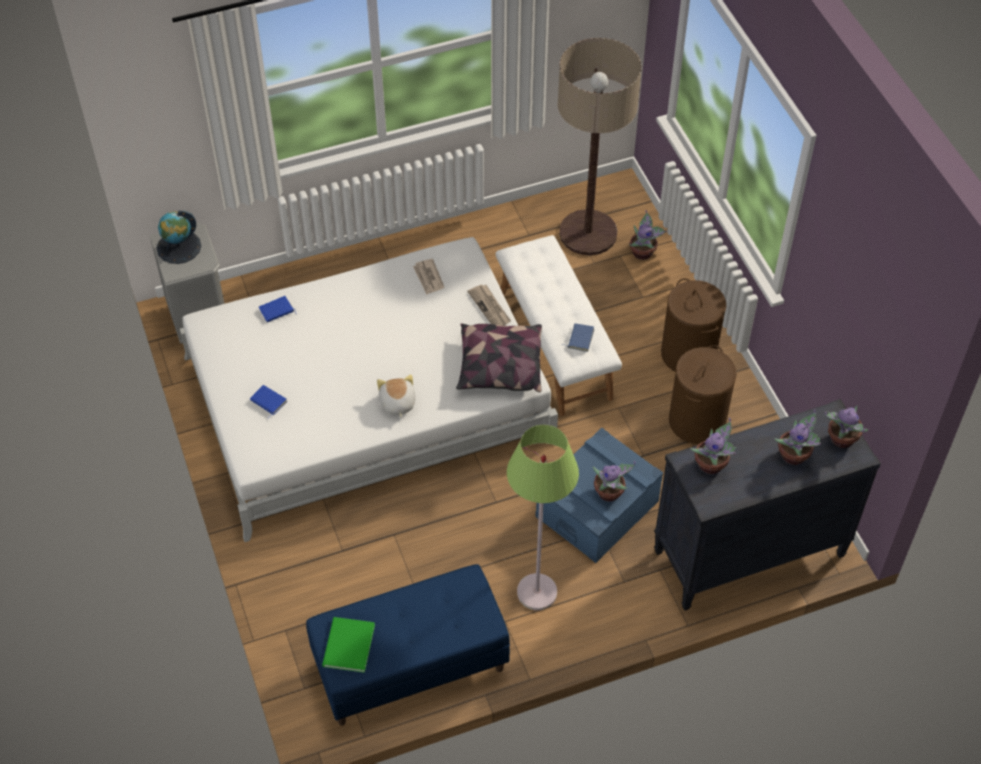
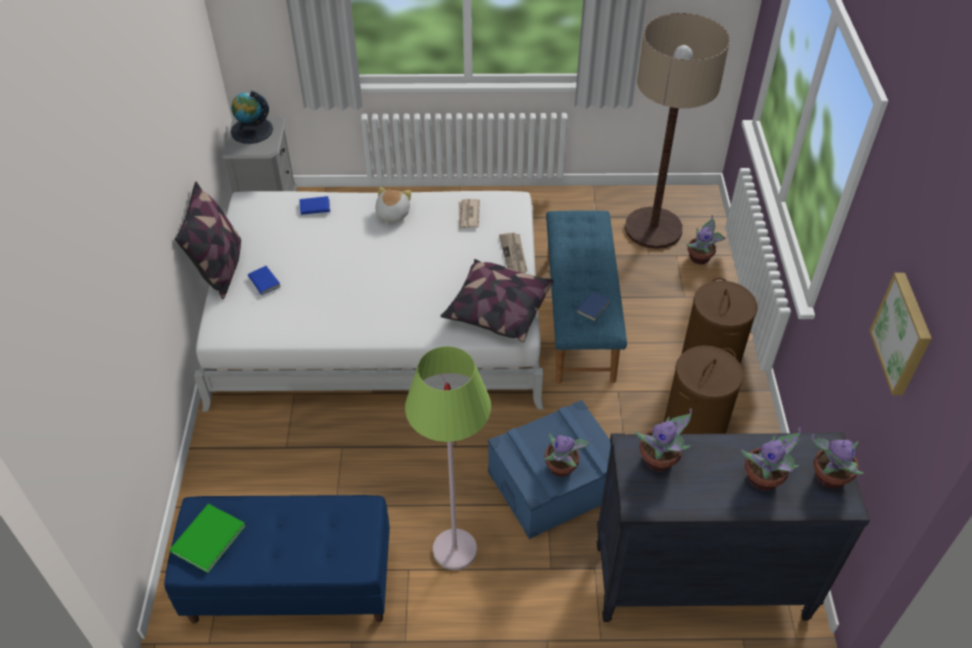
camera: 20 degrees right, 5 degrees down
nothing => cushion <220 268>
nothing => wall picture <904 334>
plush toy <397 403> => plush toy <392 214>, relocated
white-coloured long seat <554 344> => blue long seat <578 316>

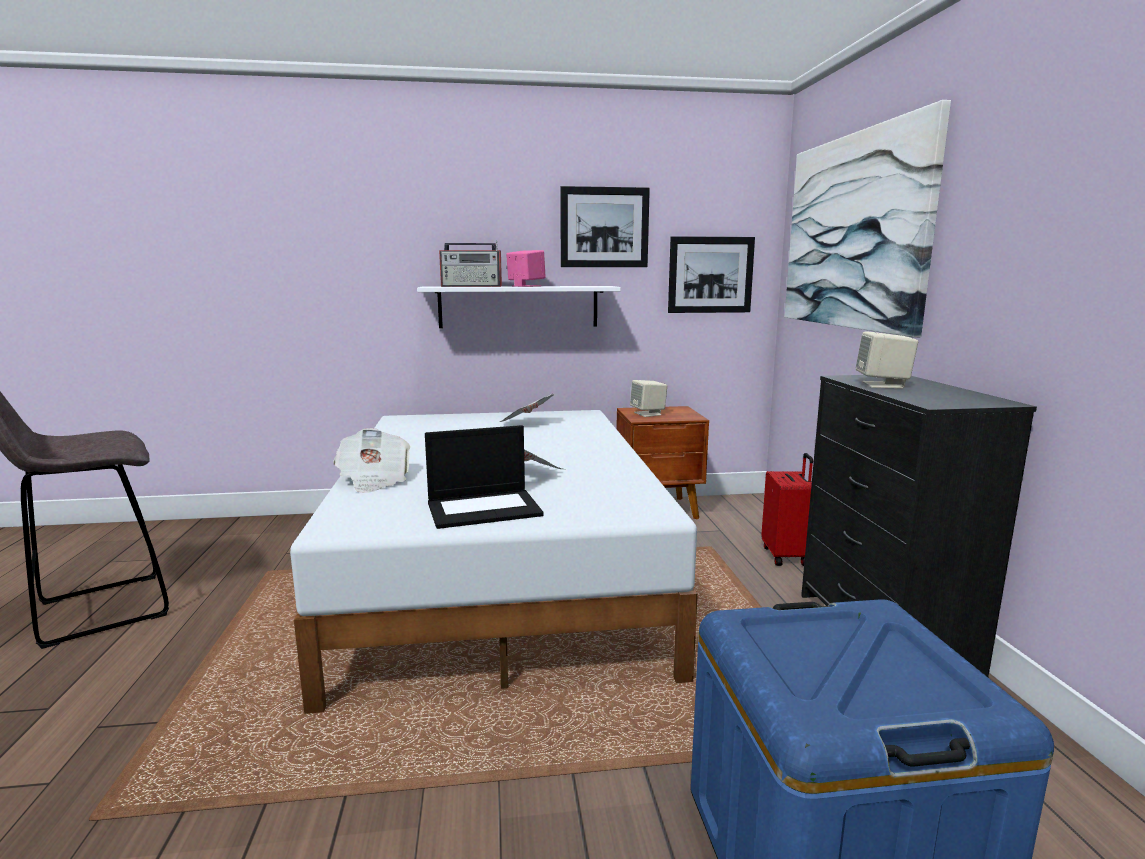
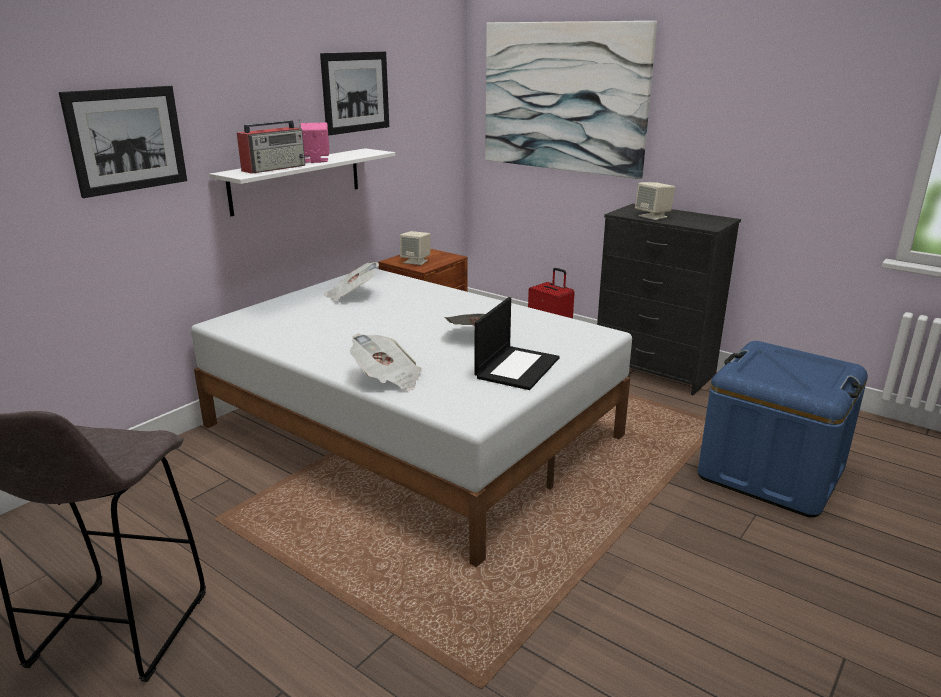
camera: 45 degrees left, 10 degrees up
wall picture <710 275> => wall picture <127 140>, relocated

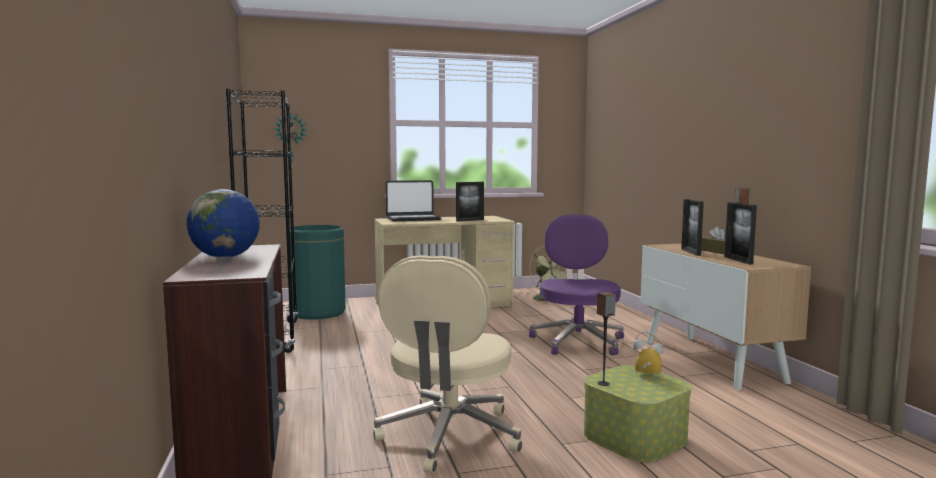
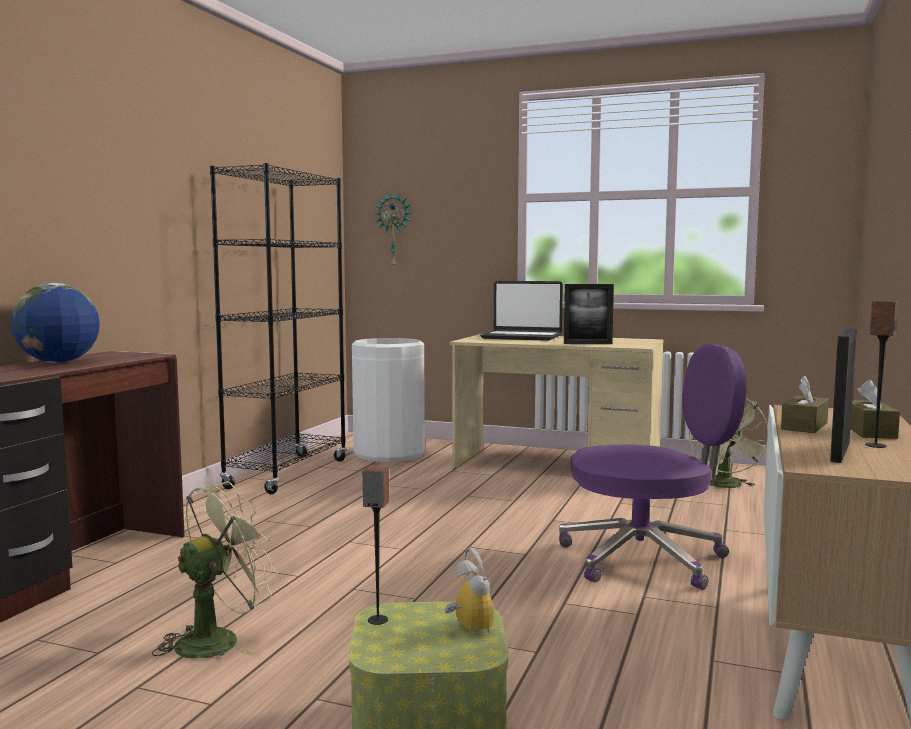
camera: 35 degrees right, 0 degrees up
beige desk chair <449 436> => green electric fan <218 639>
picture frame <690 252> => brown box of tissues <804 426>
green waste bin <318 313> => white-coloured waste bin <389 453>
purple-coloured desk chair <577 341> => purple-coloured desk chair <646 558>, 45 degrees clockwise

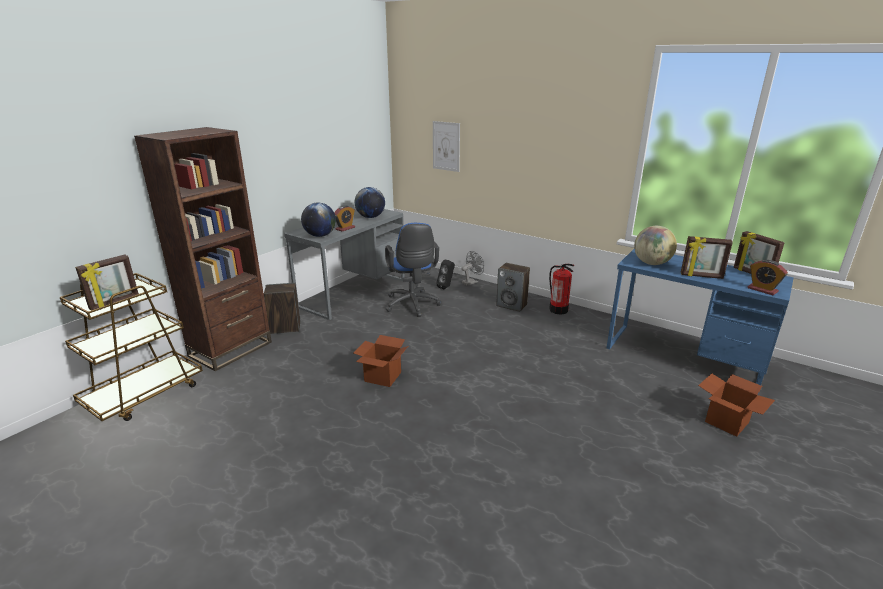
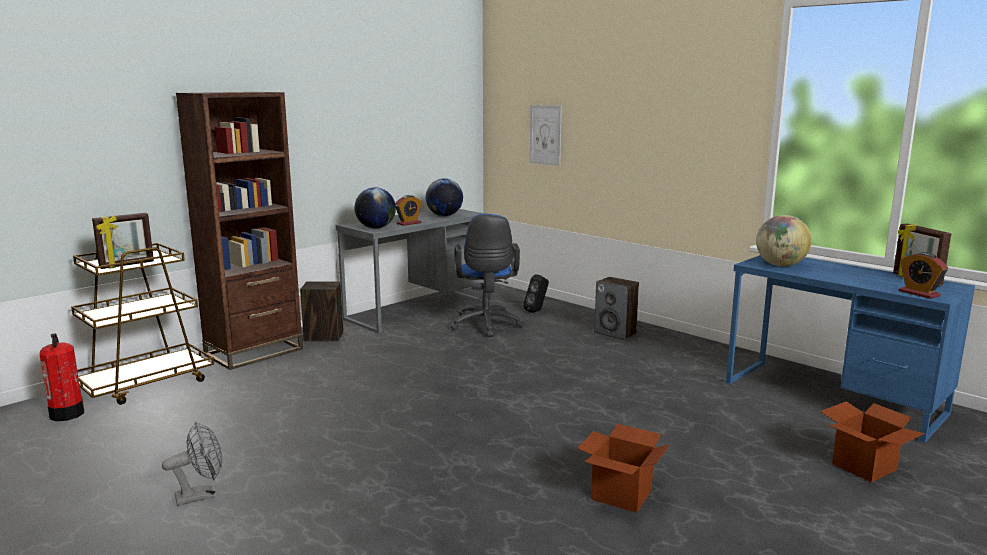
camera: 10 degrees right, 10 degrees down
picture frame <701 276> => nothing
cardboard box <383 377> => cardboard box <621 495>, relocated
grey electric fan <471 282> => grey electric fan <201 495>, relocated
fire-fighting cylinder <558 310> => fire-fighting cylinder <67 414>, relocated

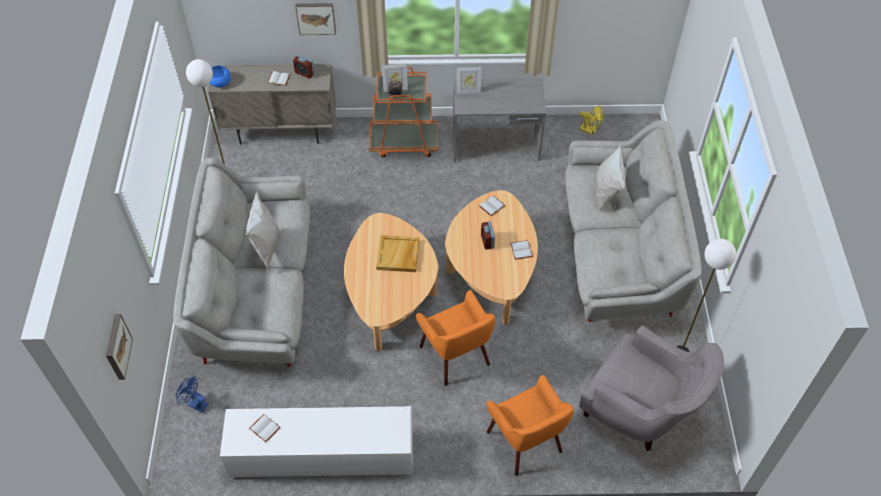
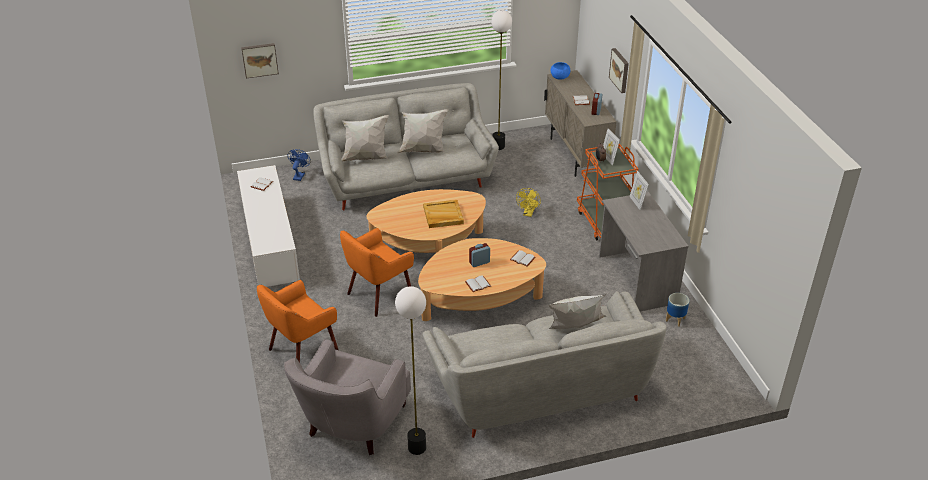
camera: 75 degrees right, 15 degrees down
nothing => white-coloured cushion <365 158>
nothing => flower pot <675 319>
yellowish electric fan <590 131> => yellowish electric fan <528 213>, relocated

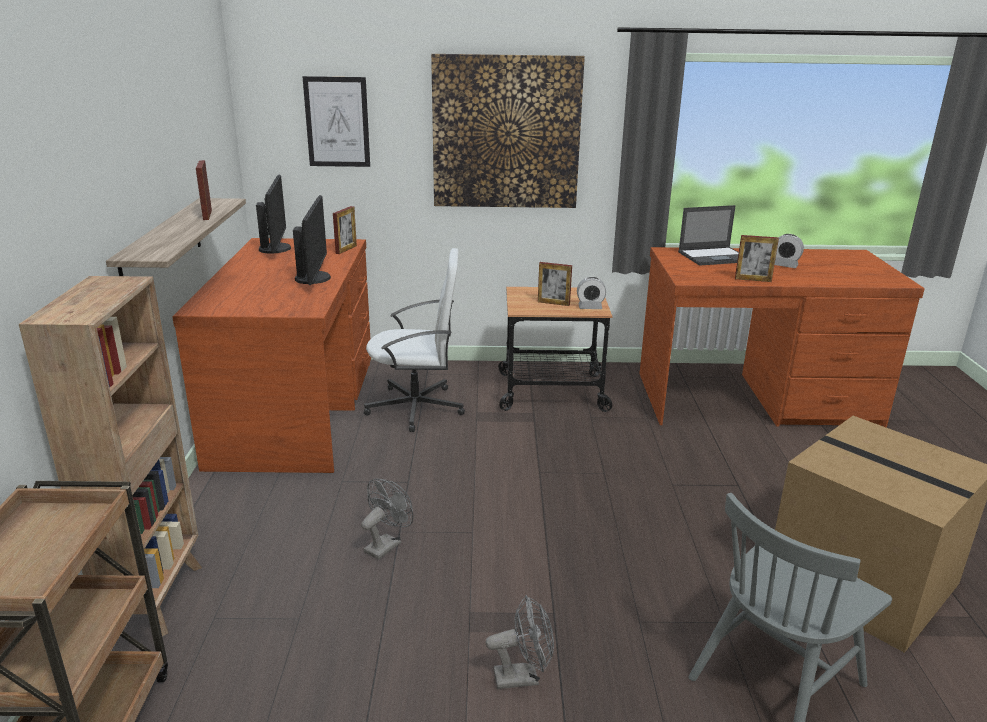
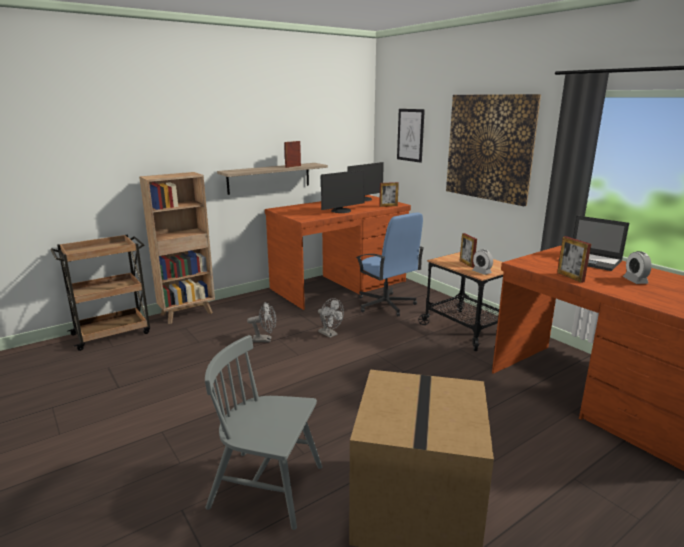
camera: 55 degrees right, 5 degrees down
grey electric fan <523 677> => grey electric fan <330 334>, relocated
white-coloured desk chair <417 408> => blue desk chair <385 305>

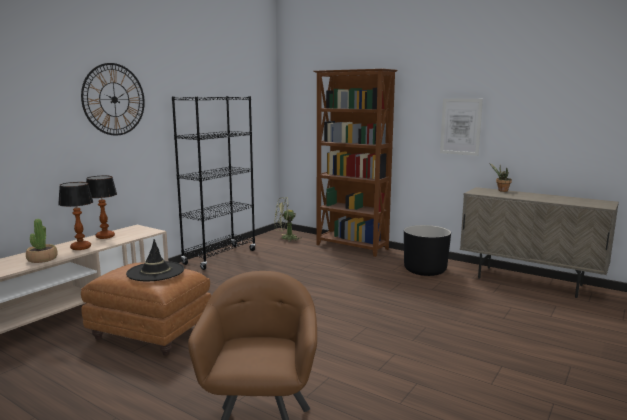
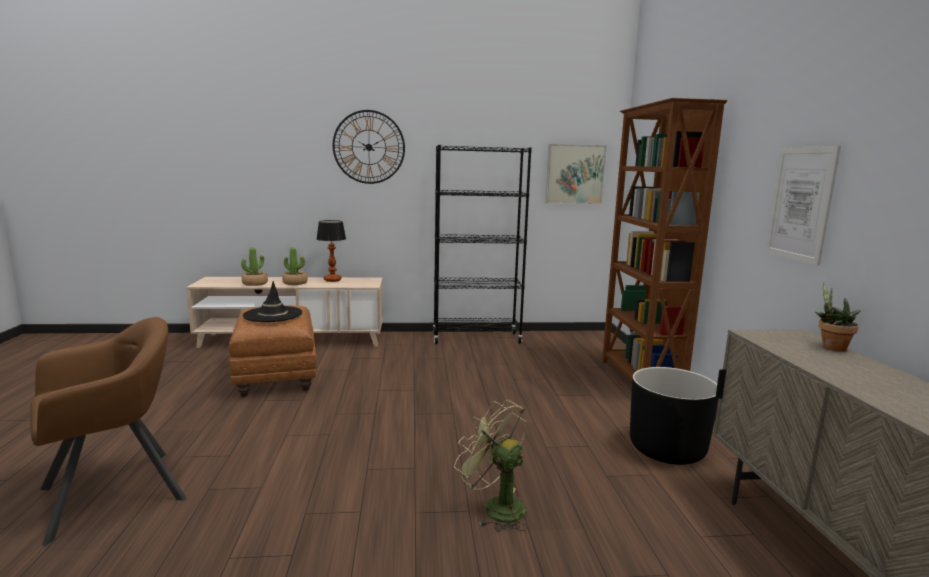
camera: 50 degrees right, 0 degrees up
nothing => wall picture <575 174>
green electric fan <285 238> => green electric fan <495 506>, relocated
tabletop lamp <81 247> => potted plant <295 283>

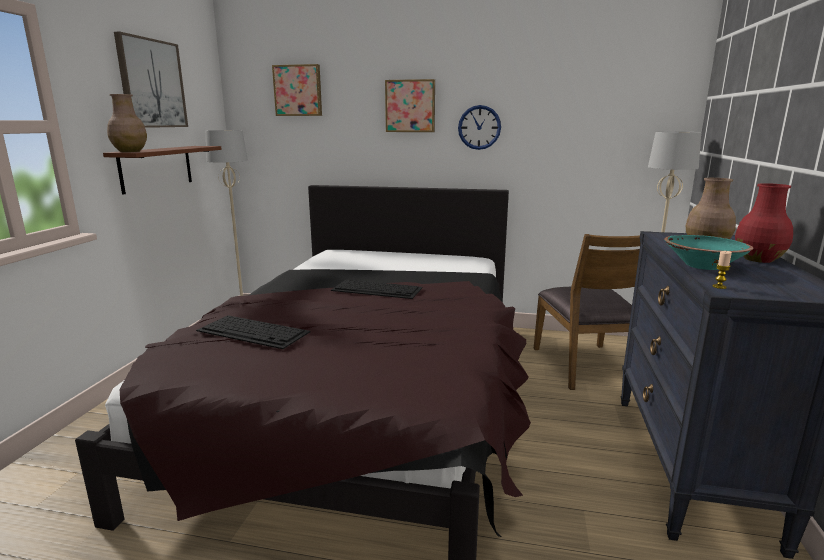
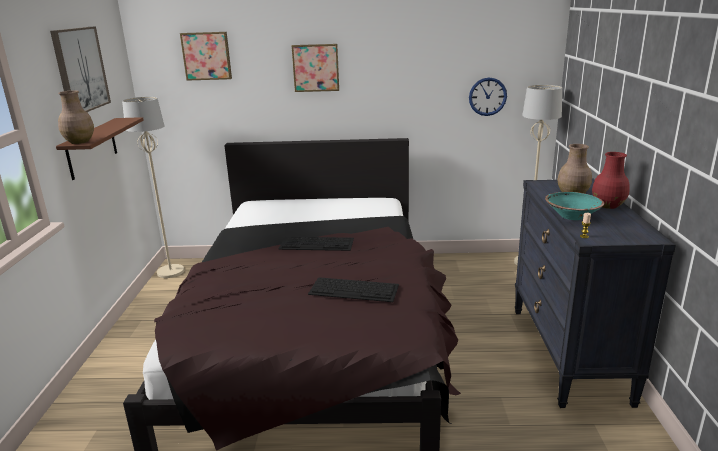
camera: 10 degrees left, 5 degrees up
brown upright chair <584 366> => nothing
computer keyboard <254 331> => computer keyboard <355 289>, relocated
wall clock <479 127> => wall clock <487 96>, relocated

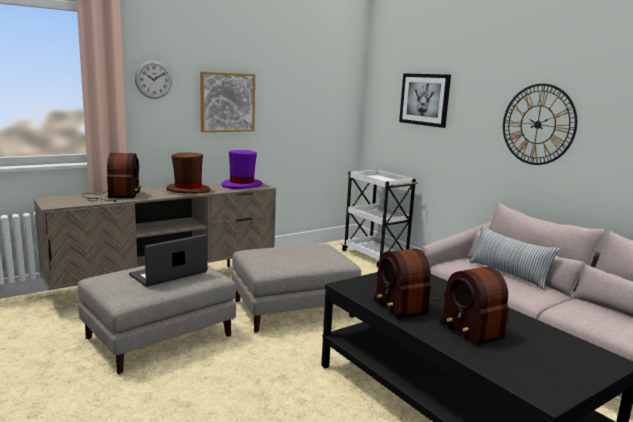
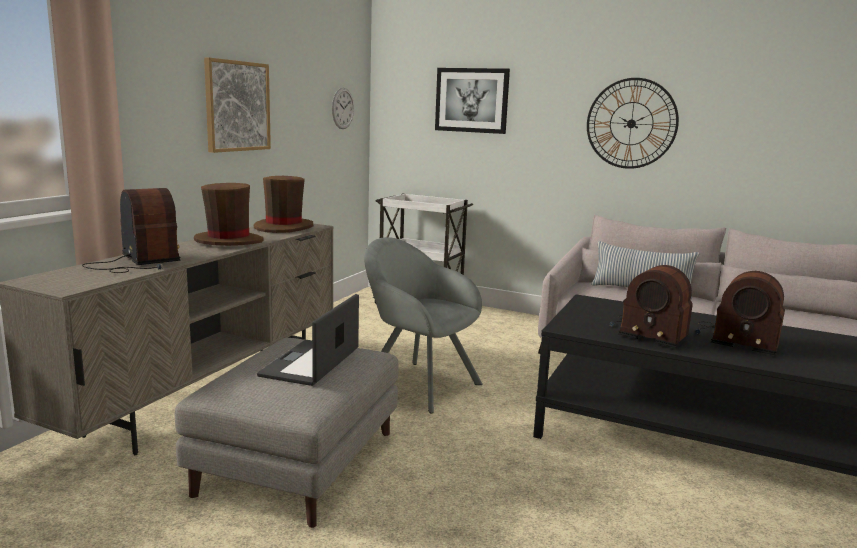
camera: 30 degrees left, 0 degrees up
wall clock <153 79> => wall clock <342 108>, relocated
grey pouffe <294 309> => grey armchair <416 383>
purple-coloured hat <242 185> => brown hat <284 227>

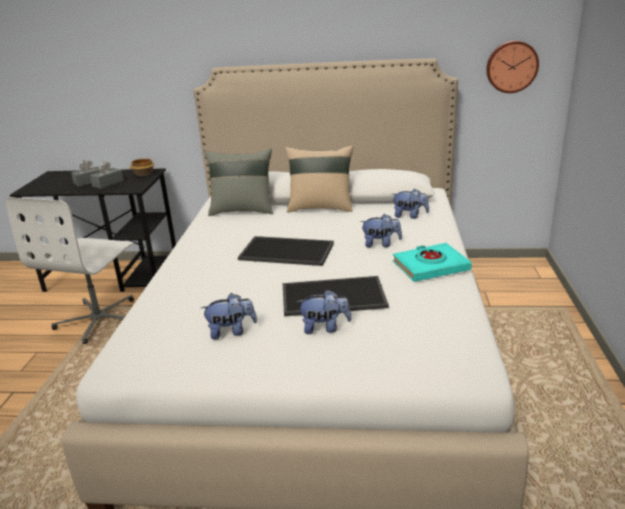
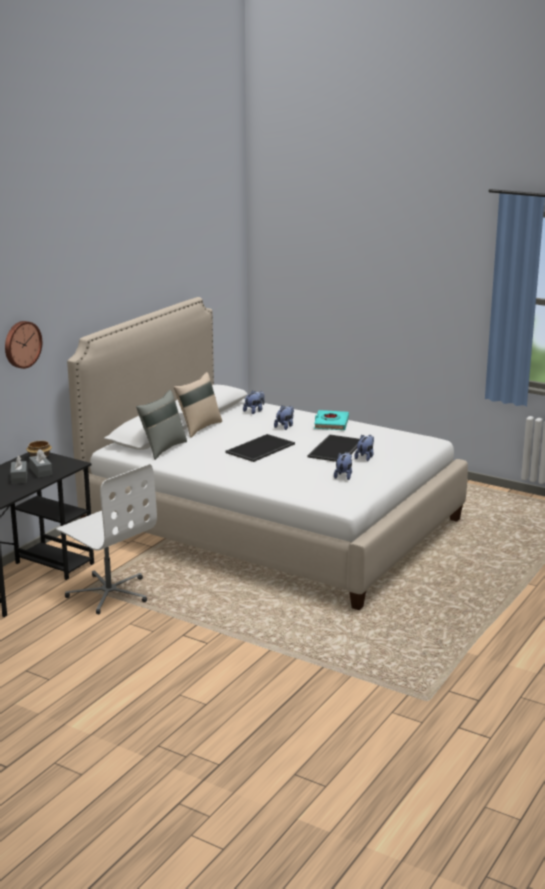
camera: 65 degrees left, 5 degrees down
wall clock <511 66> => wall clock <21 344>, relocated

